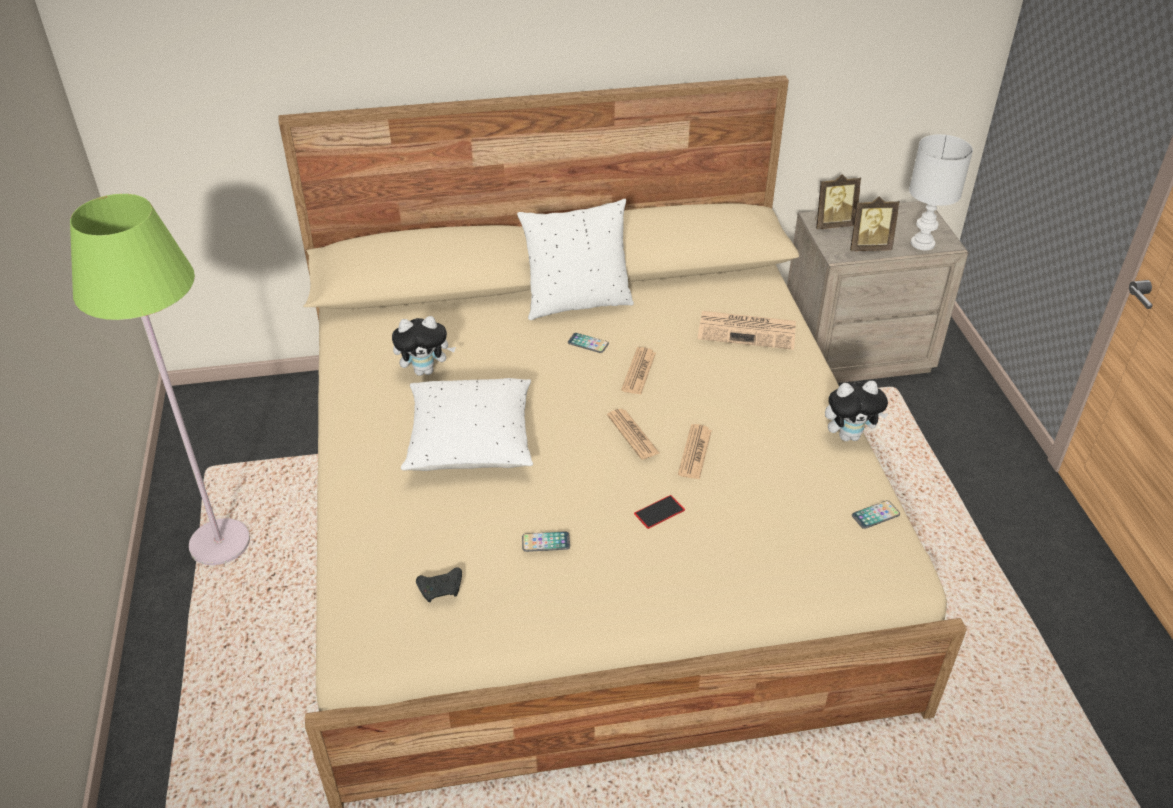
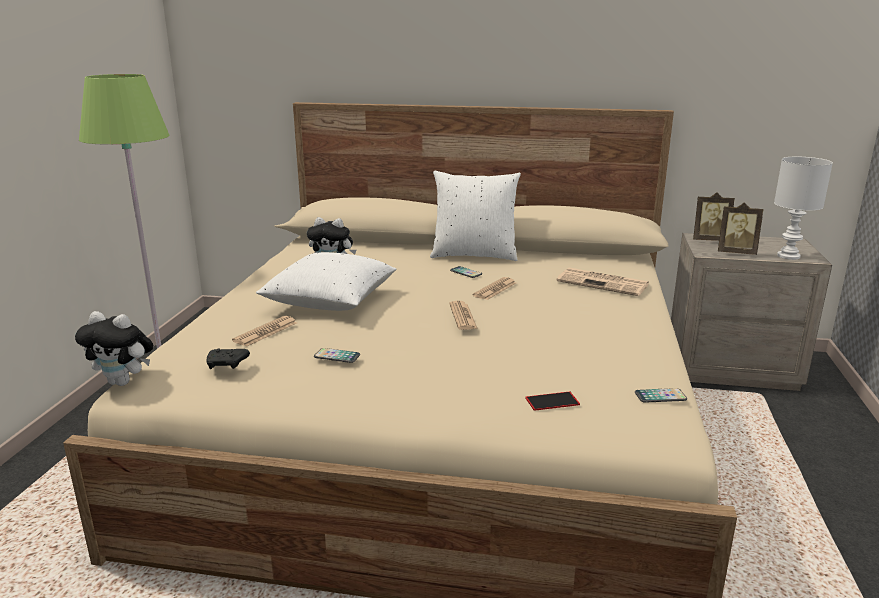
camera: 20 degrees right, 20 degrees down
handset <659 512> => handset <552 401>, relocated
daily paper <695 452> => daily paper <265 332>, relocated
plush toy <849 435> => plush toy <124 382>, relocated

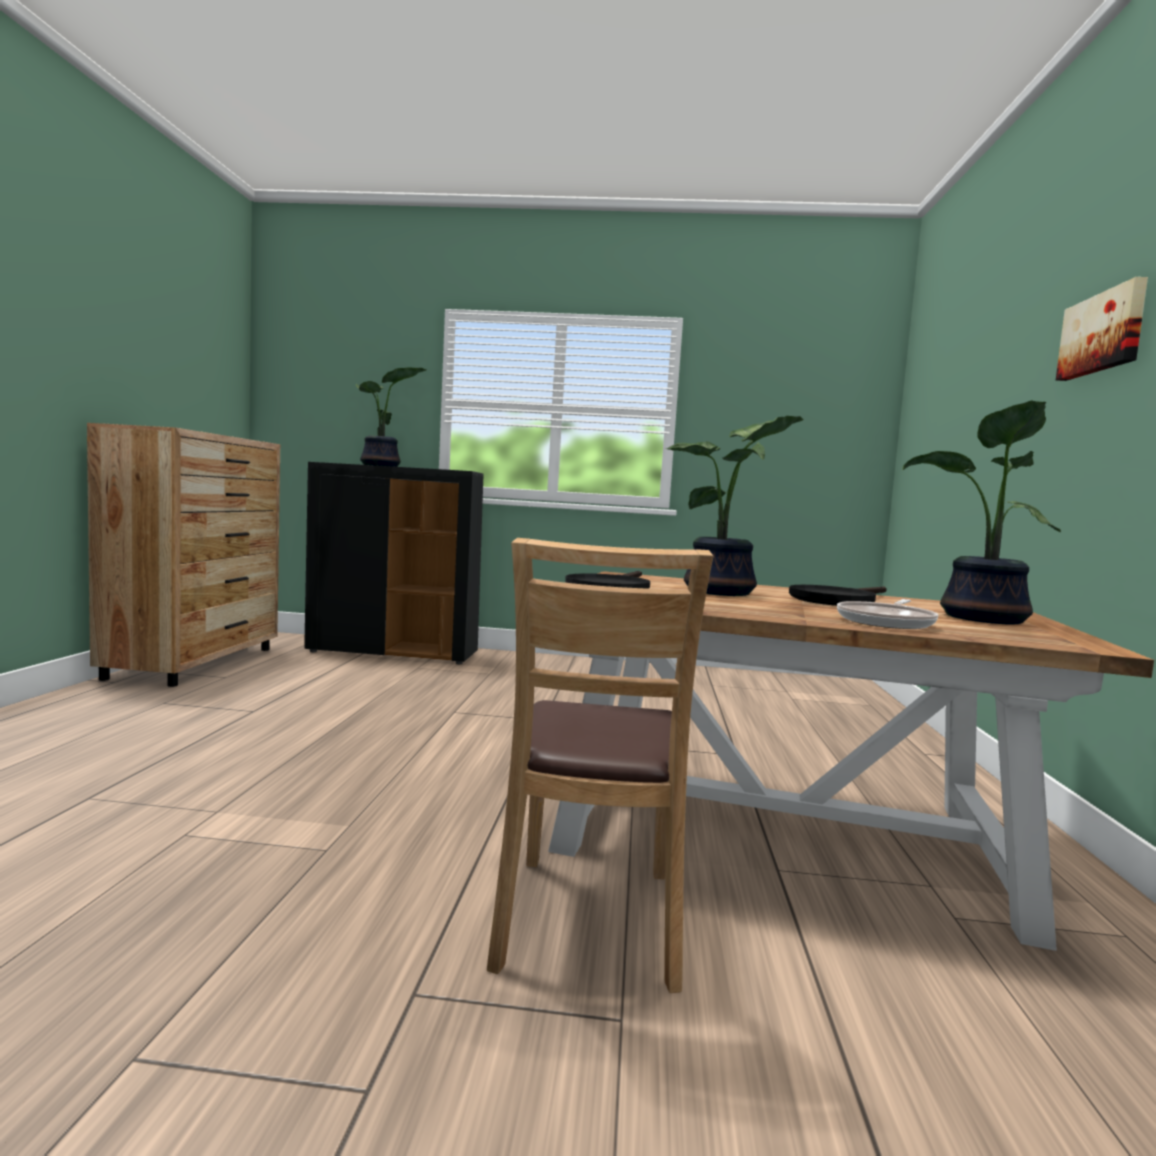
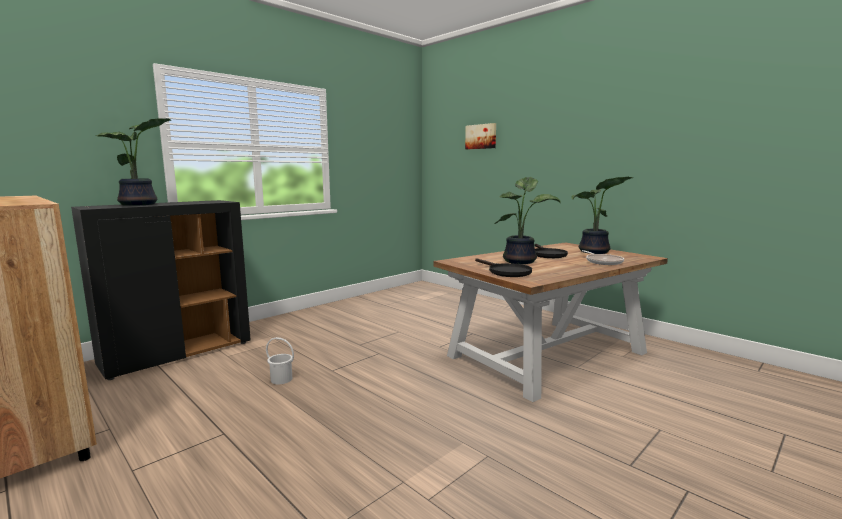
camera: 50 degrees left, 5 degrees up
brown upright chair <589 920> => nothing
nothing => white-coloured pail <281 379>
wall picture <1103 333> => wall picture <481 136>, relocated

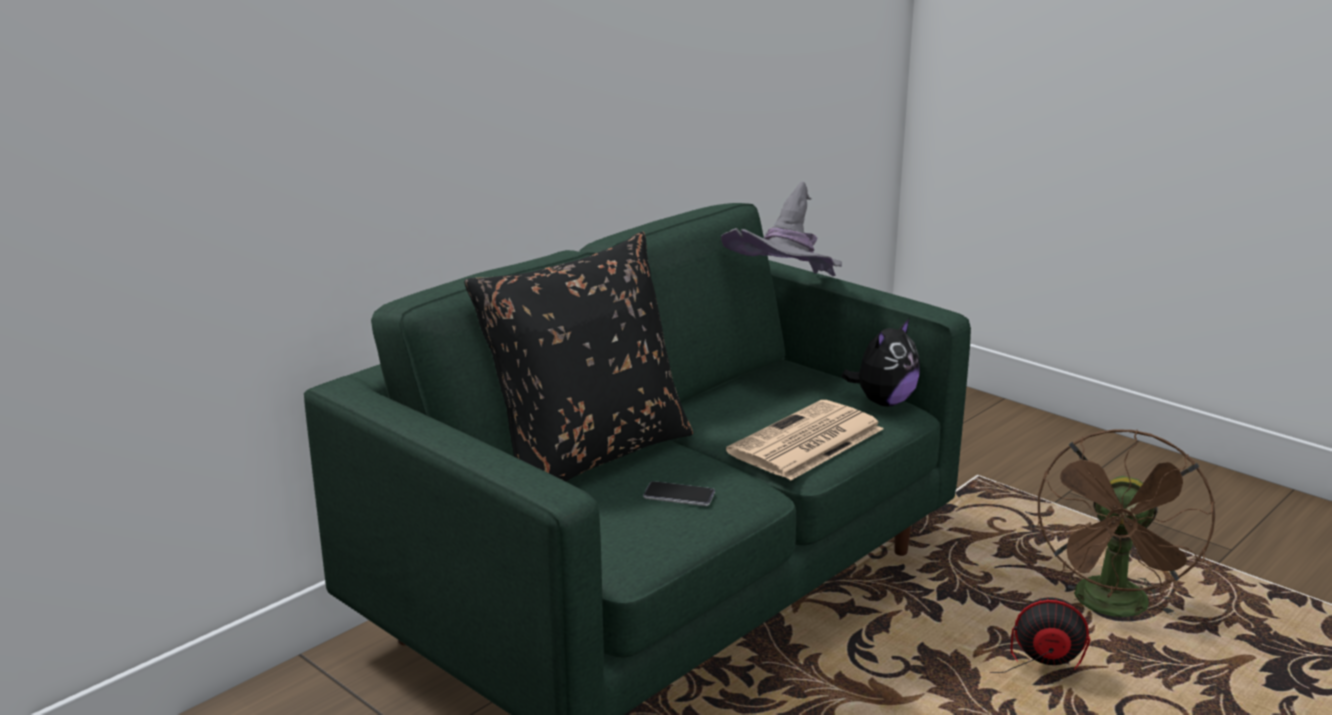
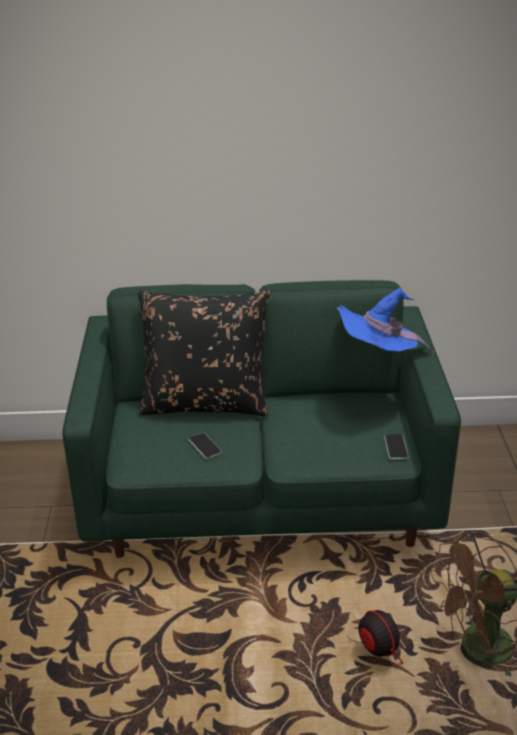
camera: 45 degrees right, 10 degrees up
daily paper <805 442> => nothing
plush toy <883 402> => handset <396 447>
grey hat <787 297> => blue hat <378 356>

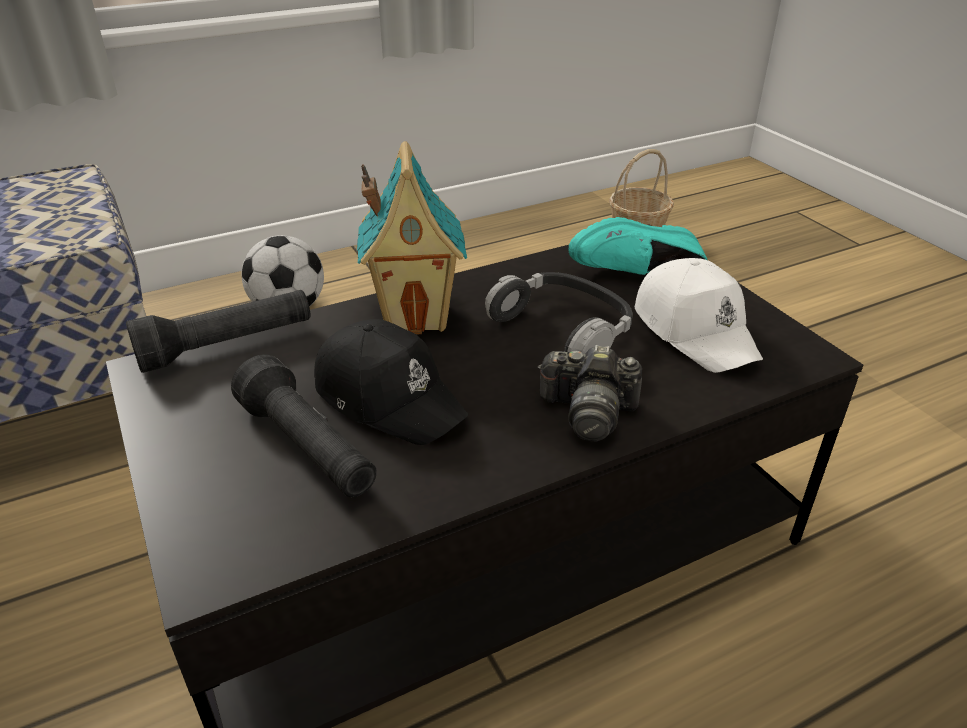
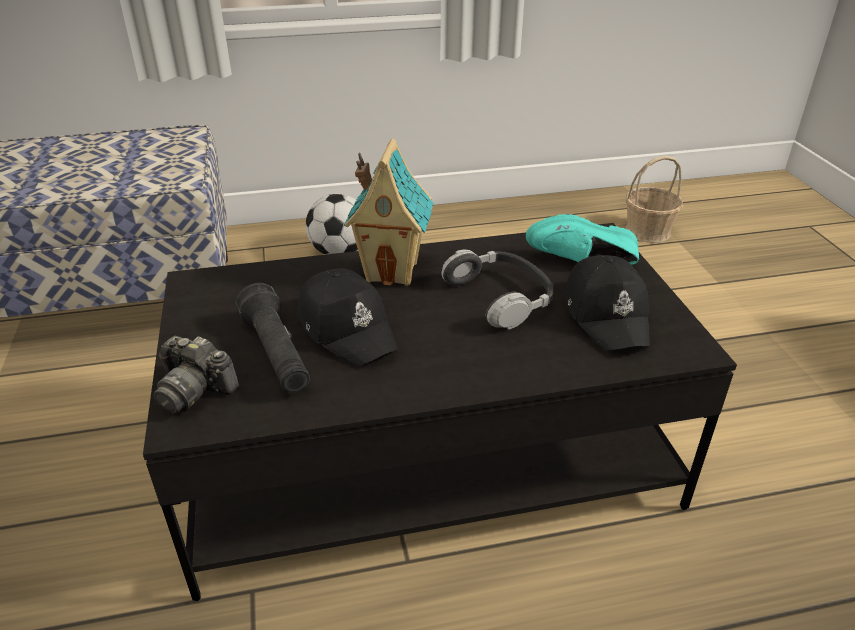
camera: 15 degrees right, 0 degrees up
black-coloured torch <227 346> => nothing
still camera <588 413> => still camera <194 390>, relocated
white-coloured cap <696 329> => black-coloured cap <607 314>

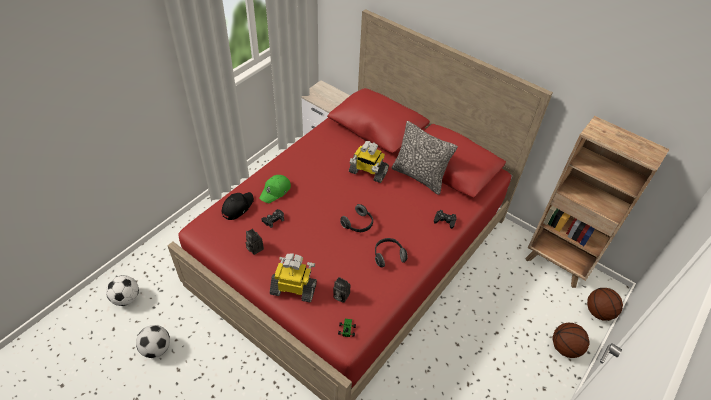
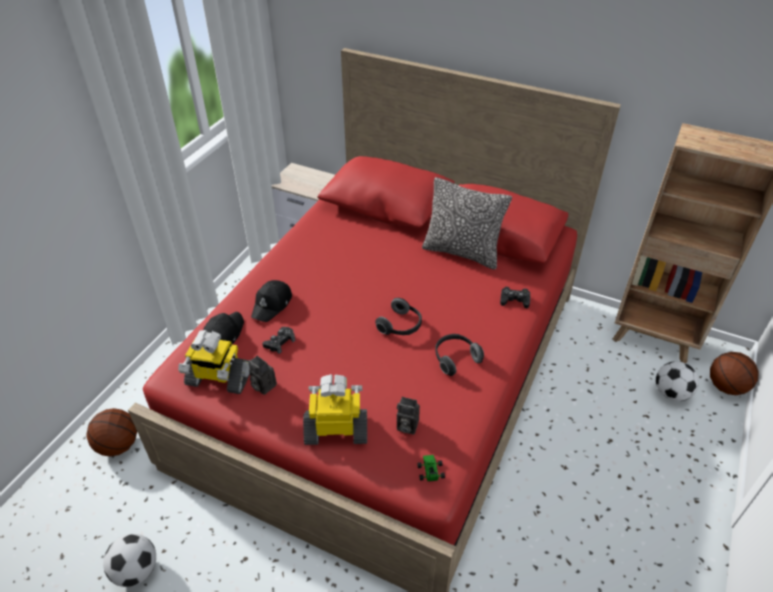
camera: 10 degrees left, 5 degrees down
football <126 298> => football <671 393>, relocated
model robot <367 172> => model robot <218 379>, relocated
basketball ball <565 347> => basketball ball <119 445>, relocated
green cap <275 191> => black-coloured cap <272 305>

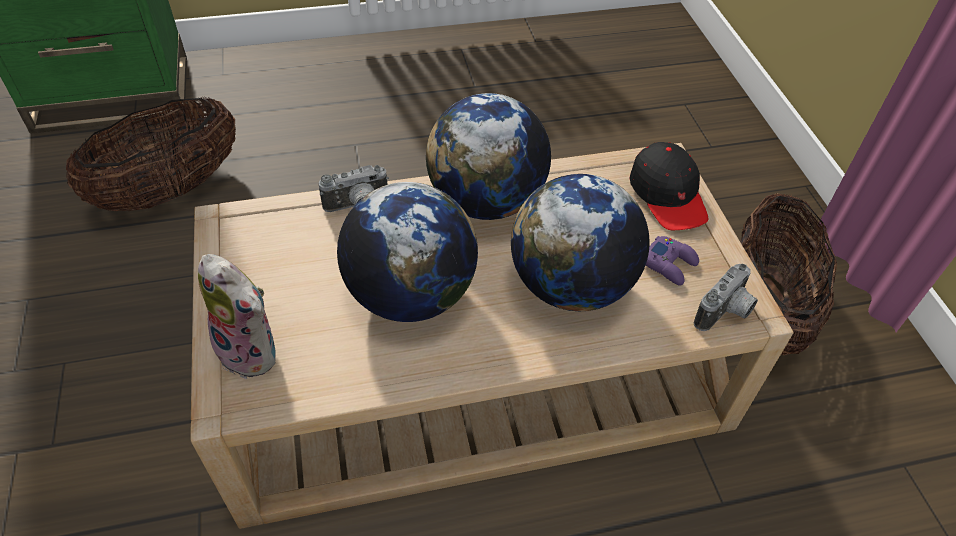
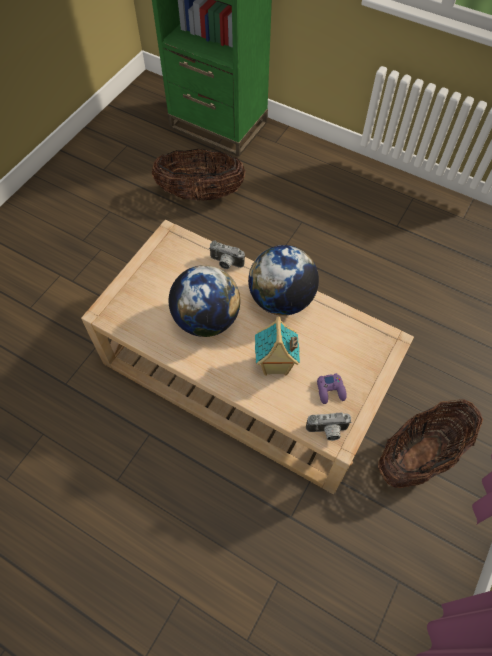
camera: 45 degrees right, 10 degrees up
plush toy <253 350> => nothing
black-coloured cap <668 195> => nothing
globe <570 286> => miniature house <275 365>

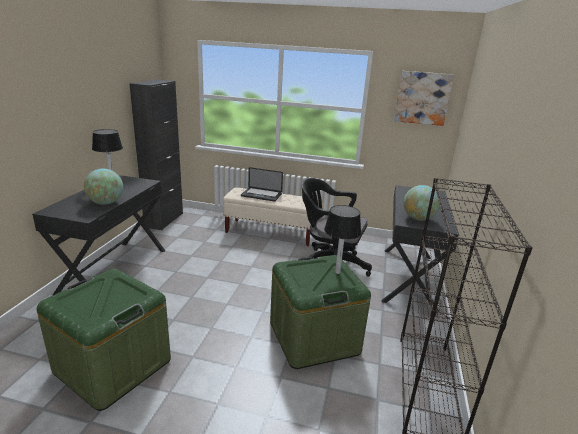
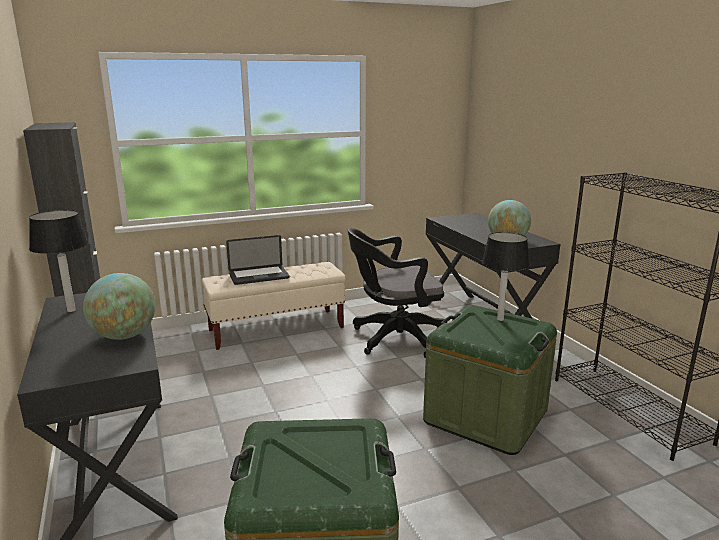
camera: 35 degrees left, 5 degrees down
wall picture <422 98> => nothing

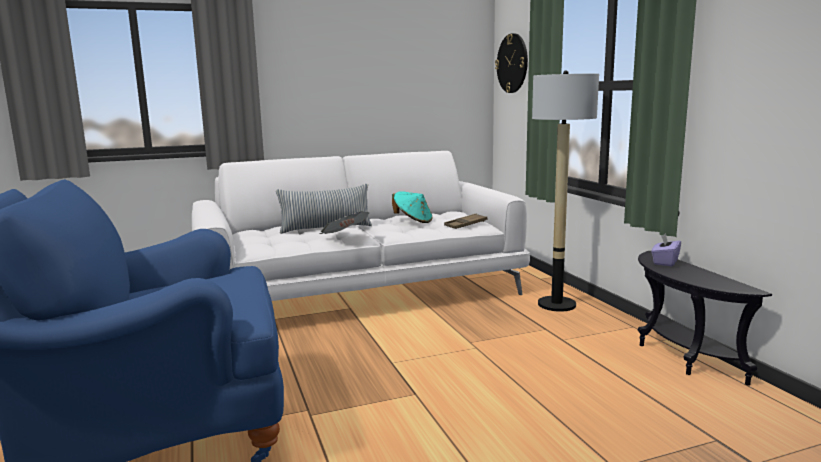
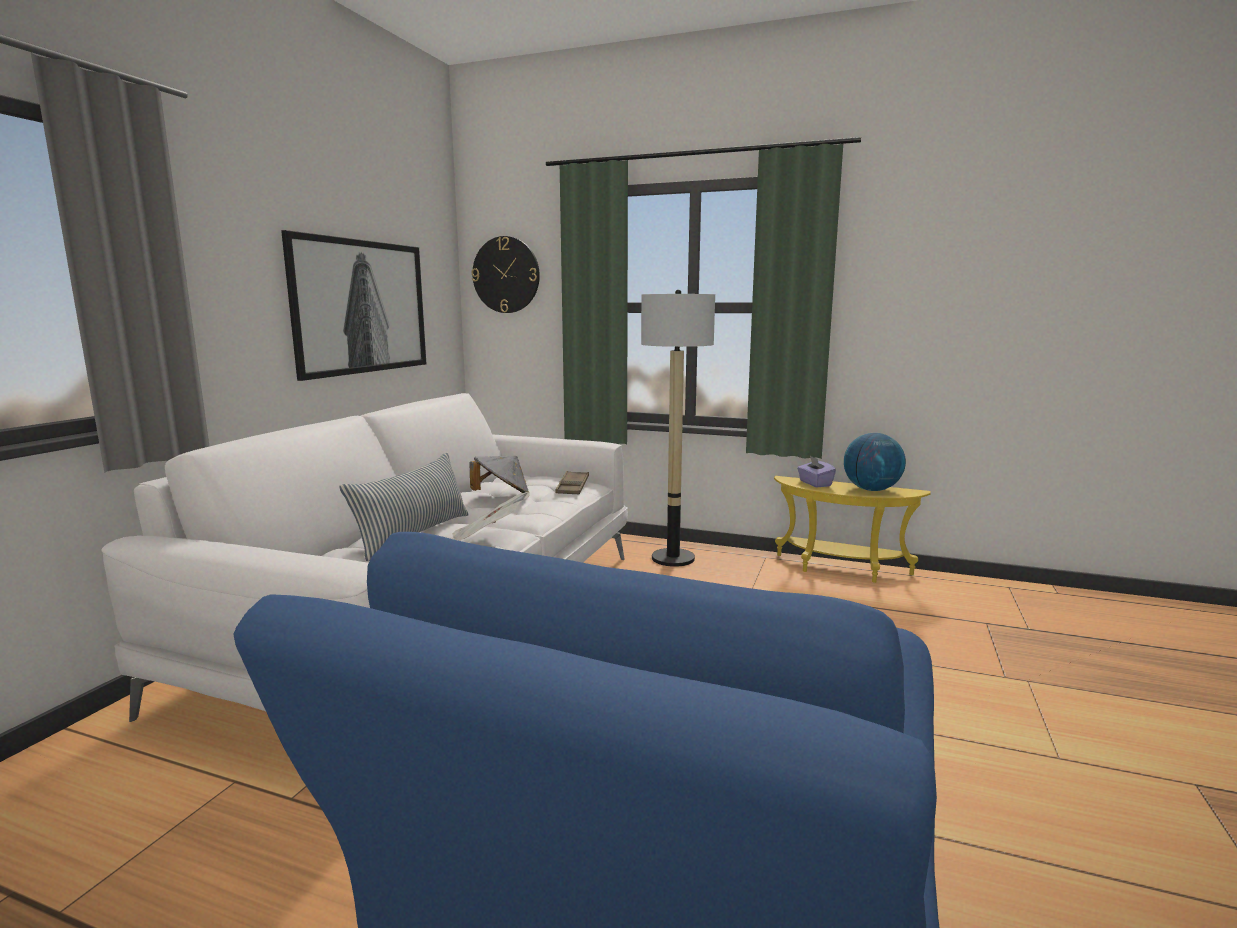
camera: 50 degrees left, 0 degrees up
nothing => wall picture <362 307>
nothing => globe <871 490>
turquoise-coloured hat <413 221> => grey hat <502 496>
black-coloured accent table <679 356> => yellowish accent table <841 570>

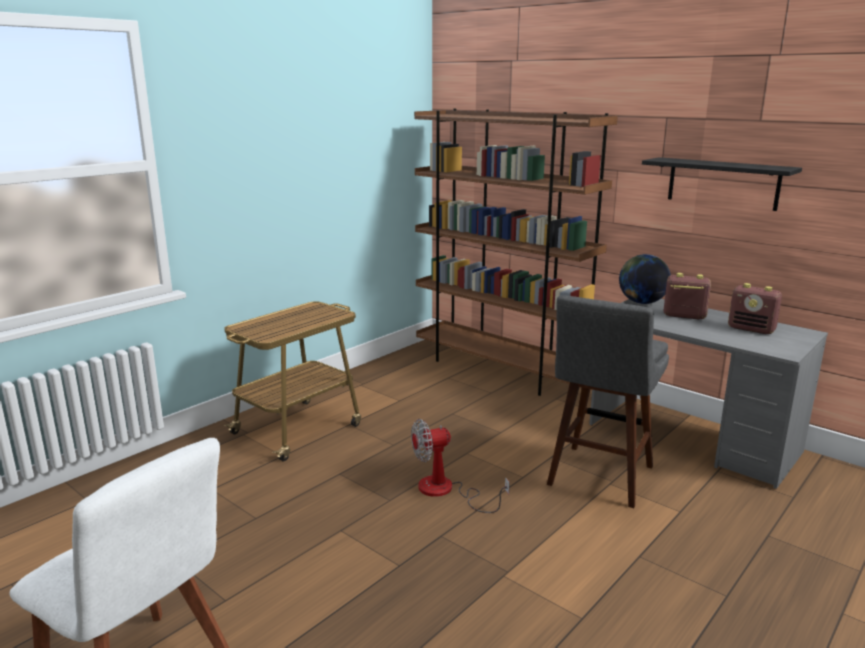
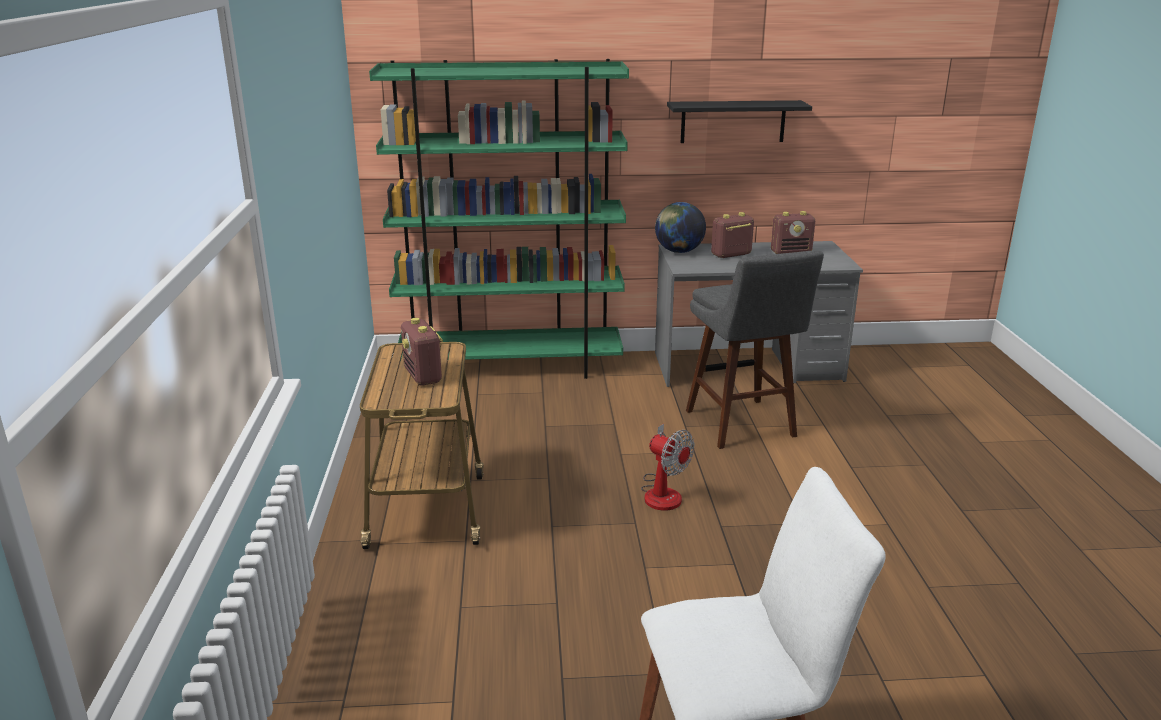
camera: 45 degrees left, 5 degrees up
nothing => radio receiver <423 376>
brown shelving unit <501 369> => green shelving unit <511 367>
electric fan <446 491> => electric fan <663 492>, 75 degrees counterclockwise

